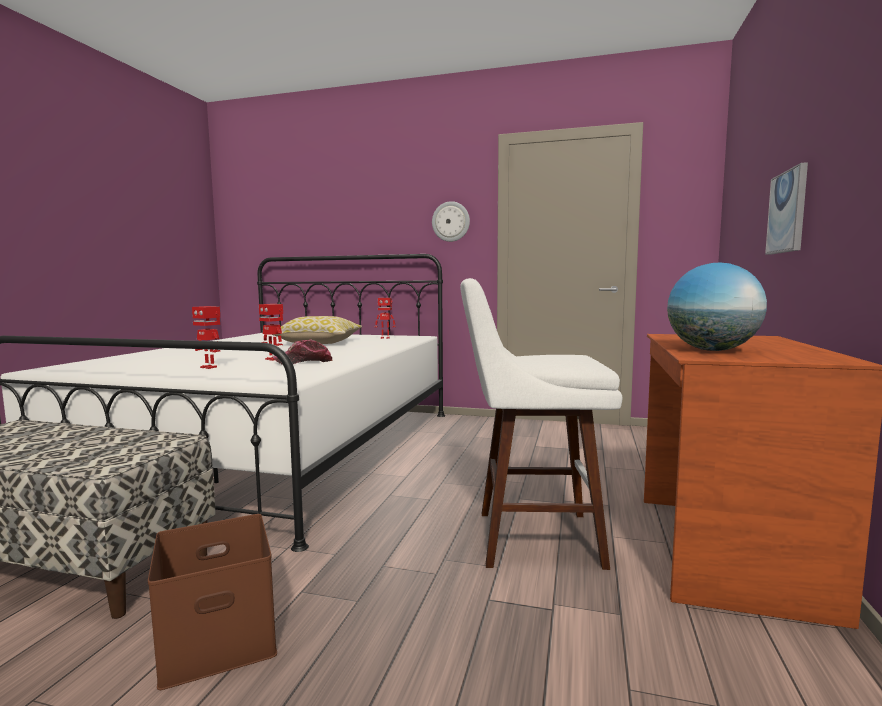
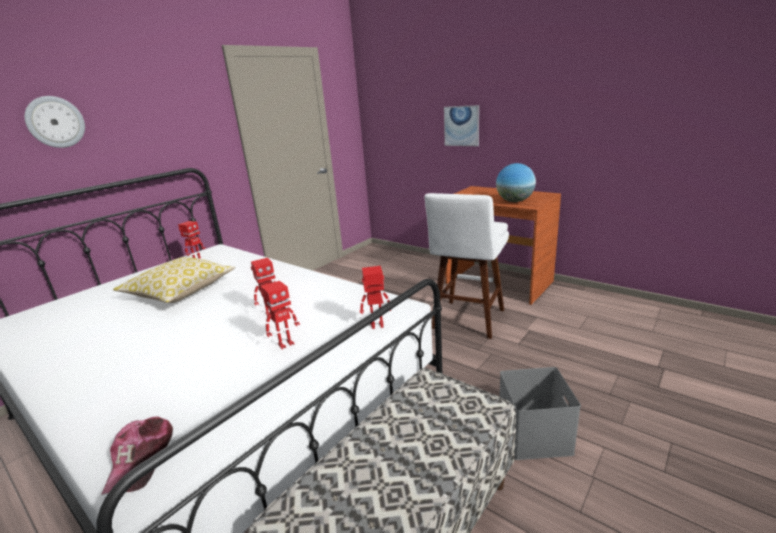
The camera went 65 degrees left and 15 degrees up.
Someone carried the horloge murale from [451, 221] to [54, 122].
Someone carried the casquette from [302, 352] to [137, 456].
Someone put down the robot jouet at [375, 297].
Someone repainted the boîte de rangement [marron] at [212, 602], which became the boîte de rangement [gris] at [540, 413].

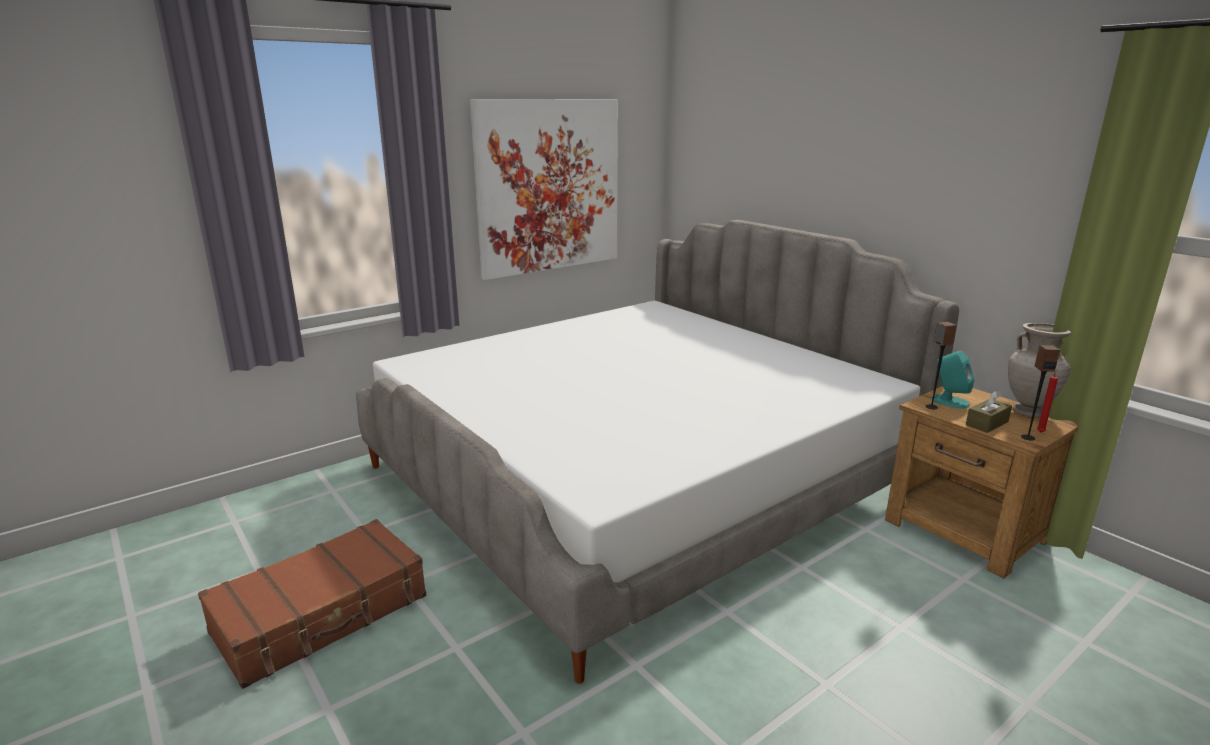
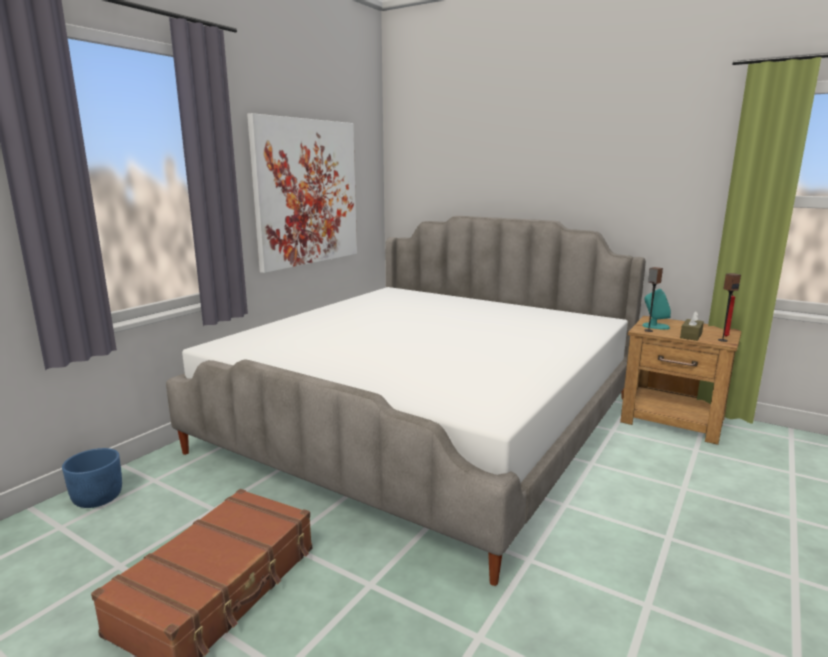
The camera went 20 degrees left and 5 degrees down.
Someone put down the cache-pot [bleu] at [92, 478].
Someone took away the vase [beige] at [1039, 370].

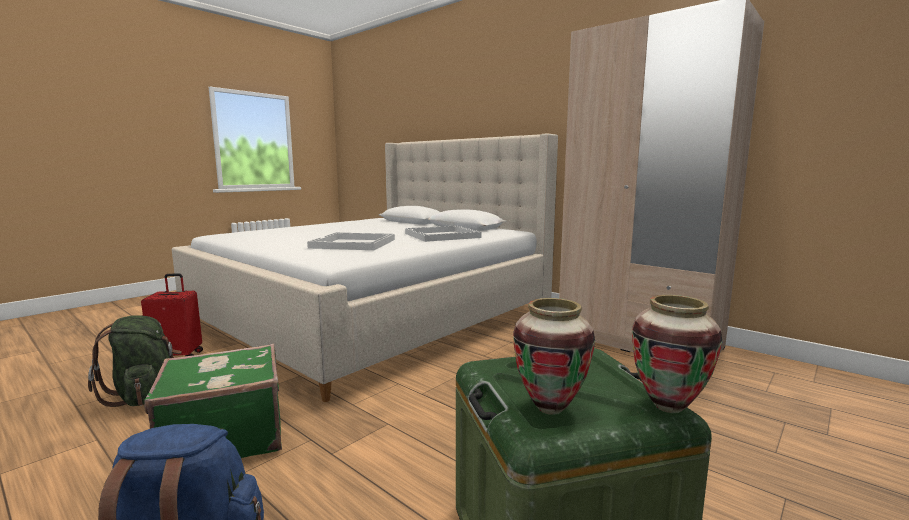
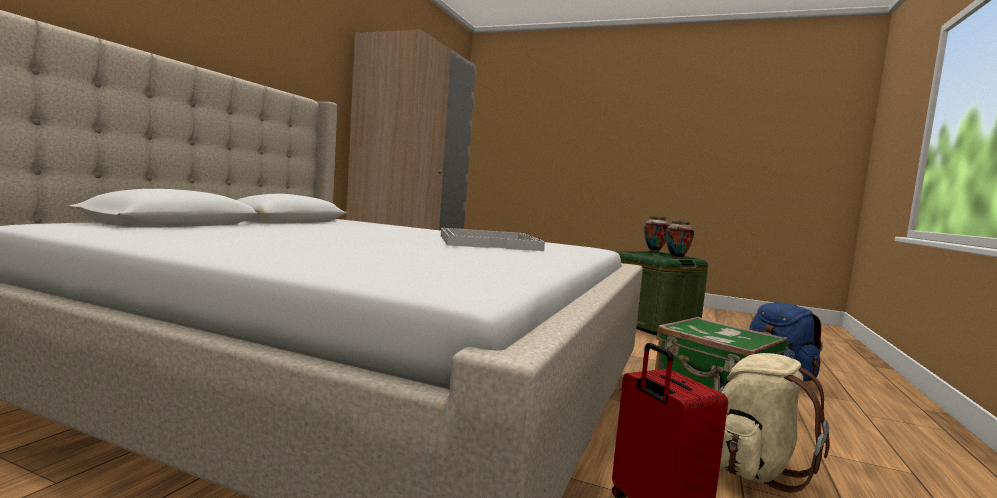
The camera went 110 degrees left and 5 degrees down.
Someone repainted the sac à dos [vert] at [135, 361], which became the sac à dos [beige] at [774, 423].
Someone took away the plateau [blanc] at [443, 233].

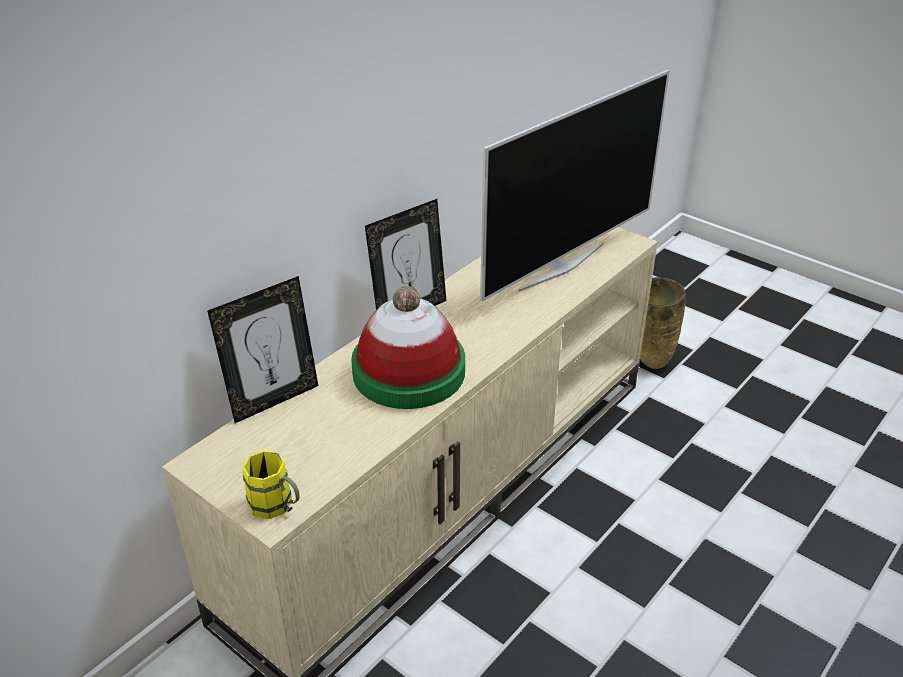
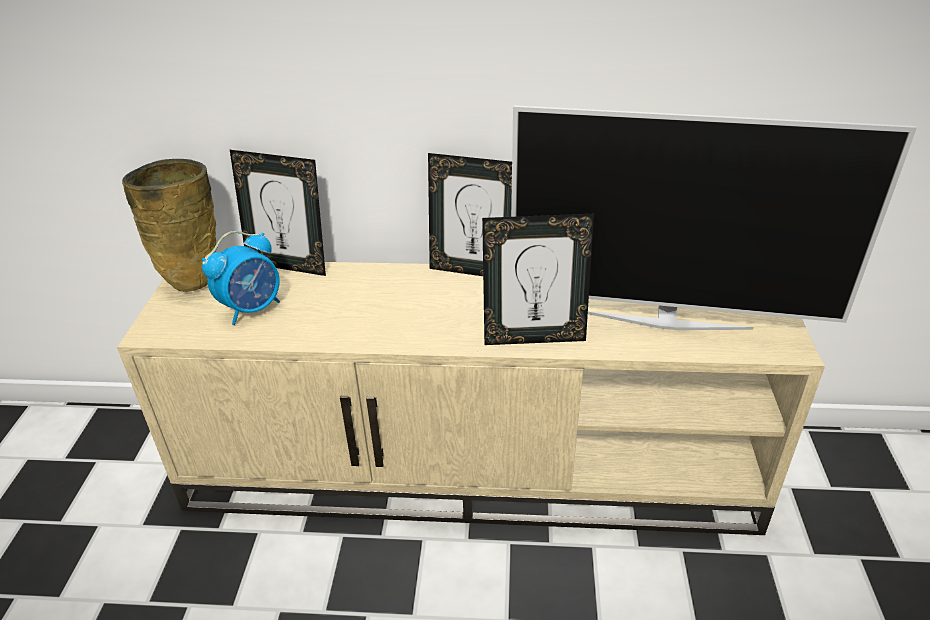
The camera went 55 degrees right and 0 degrees up.
Someone carried the vase [beige] from [663, 323] to [169, 225].
Someone put down the réveil at [241, 278].
Someone put down the cadre photo at [538, 279].
Someone took away the mug [jaune] at [271, 485].
Someone took away the chapeau at [408, 347].

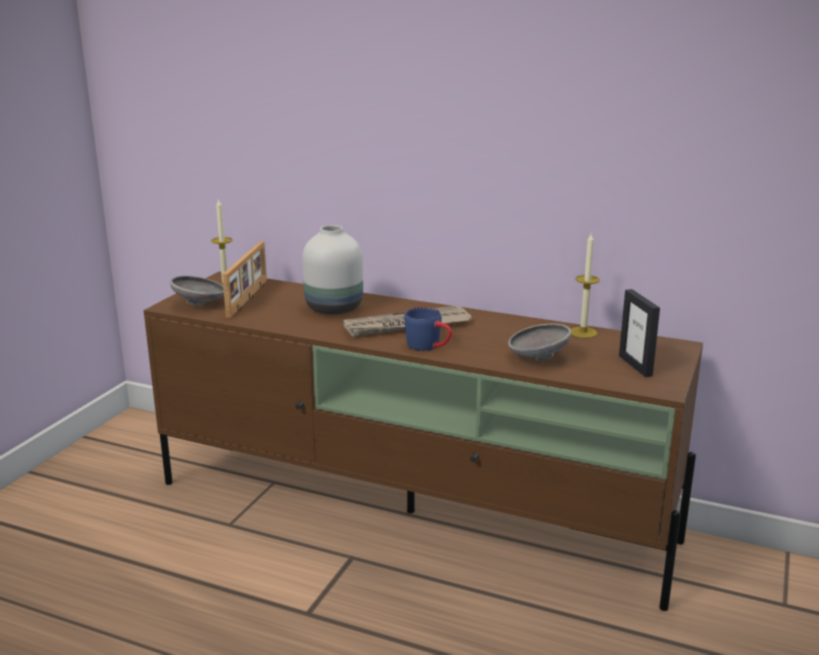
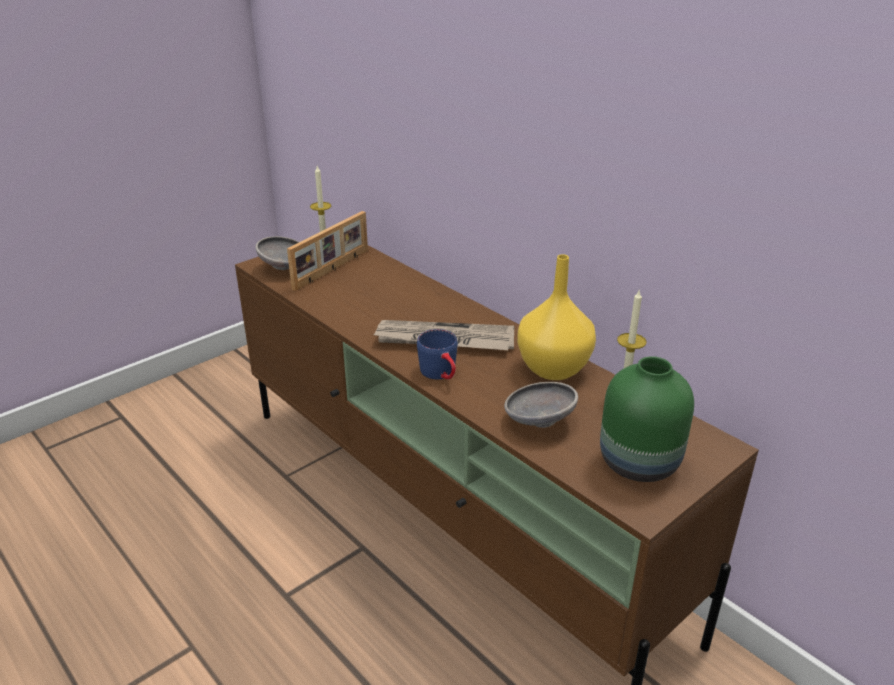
The camera went 25 degrees right and 10 degrees up.
Someone put down the vase [jaune] at [556, 317].
Someone swapped the cadre photo at [639, 333] for the vase [vert] at [647, 419].
Someone took away the vase [blanc] at [332, 269].

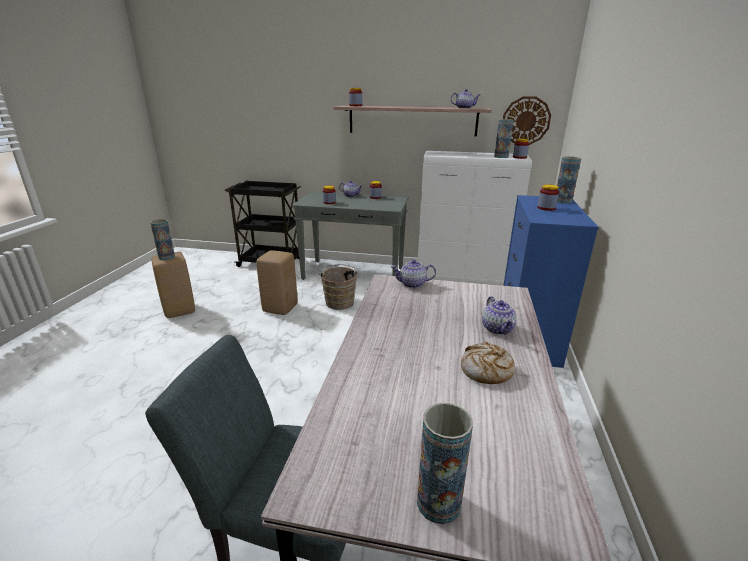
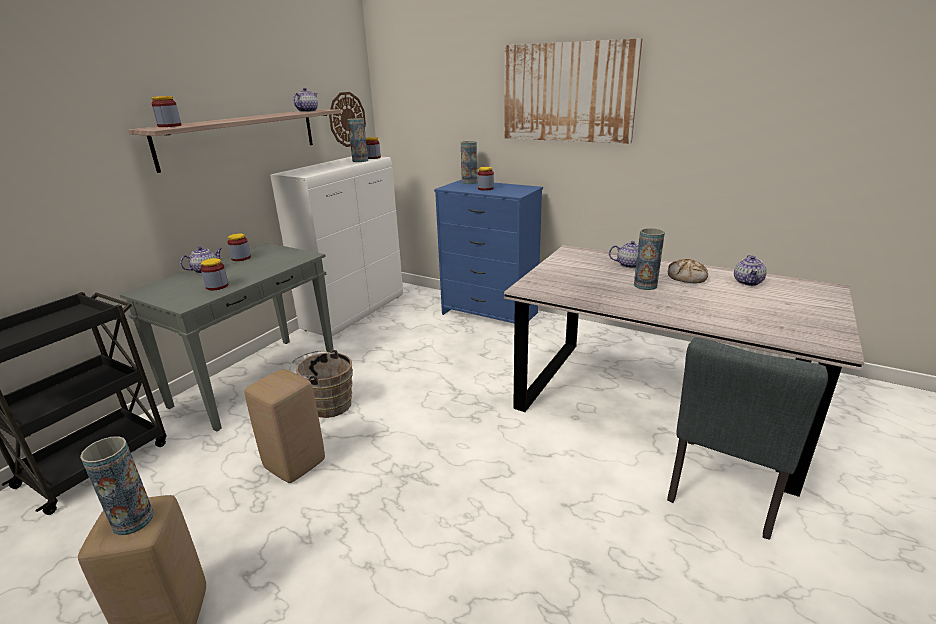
The camera went 70 degrees left and 0 degrees up.
Someone put up the tableau at [573, 91].
Someone carried the vase from [445, 463] to [649, 259].
Someone carried the théière from [413, 274] to [750, 270].

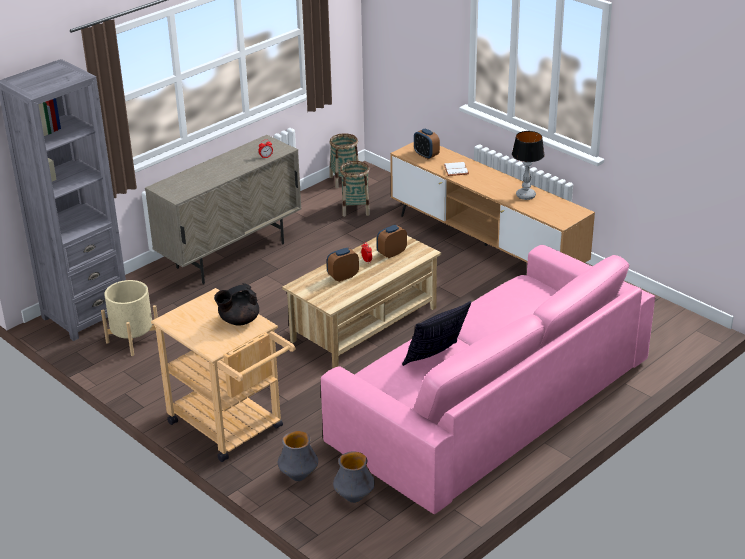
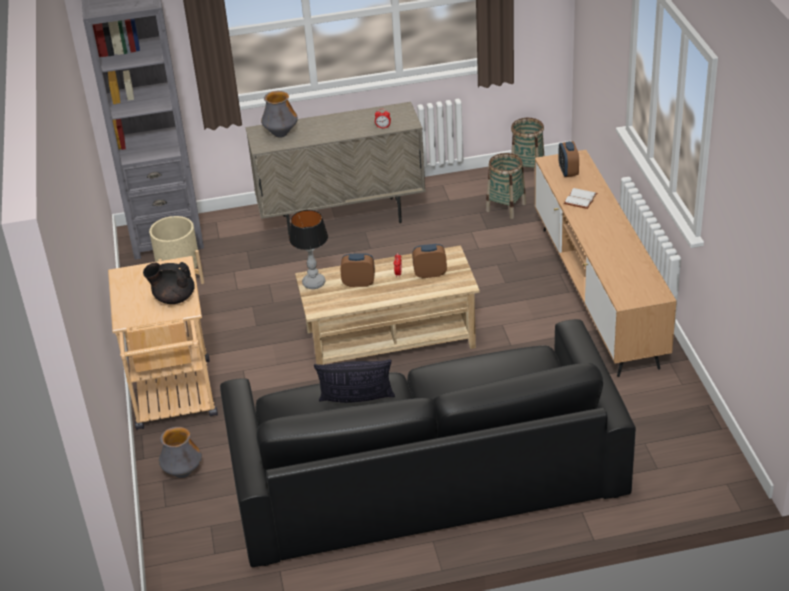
The camera went 35 degrees right and 5 degrees up.
Someone repainted the canapé [rose] at [488, 379], which became the canapé [noir] at [428, 443].
Someone carried the vase from [354, 477] to [279, 114].
Someone carried the lampe de table from [528, 165] to [308, 249].

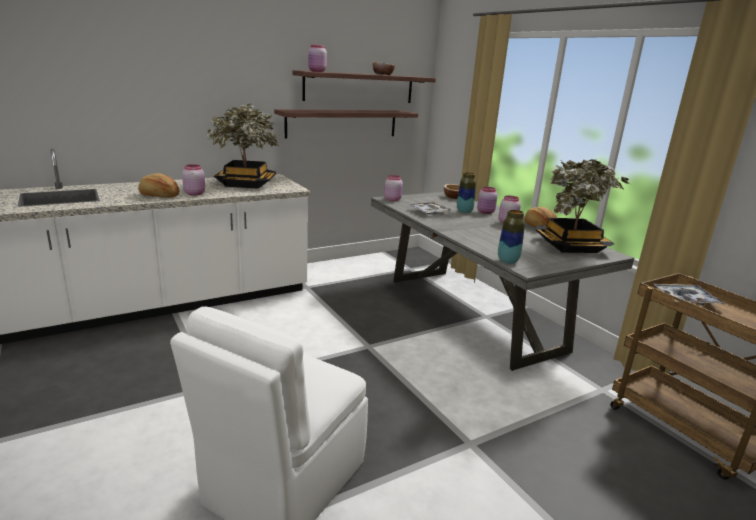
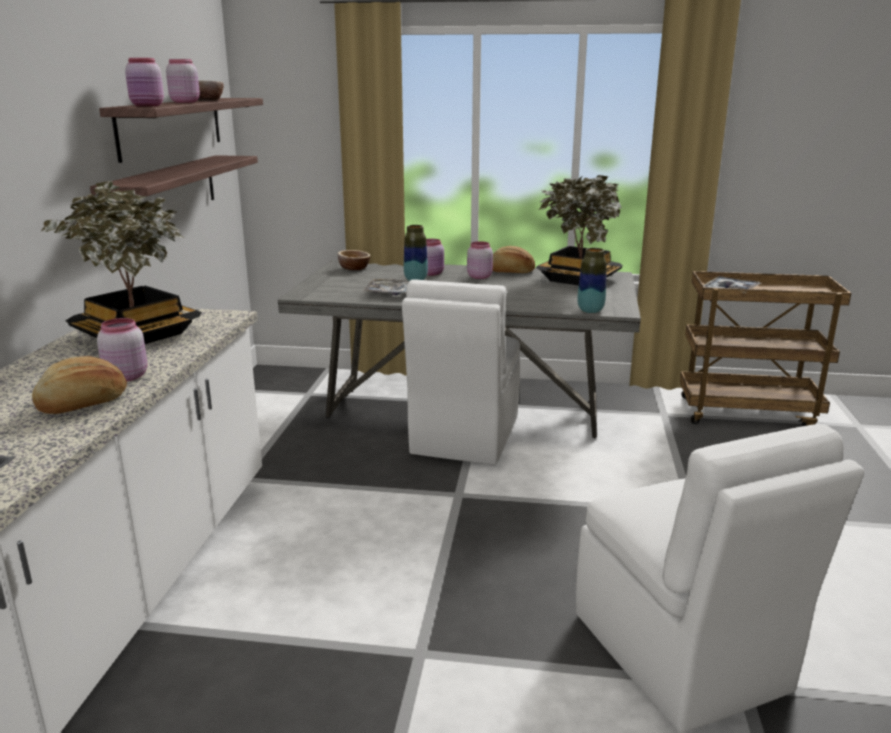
The camera went 50 degrees left and 0 degrees up.
Someone carried the bocal [rose] from [393, 188] to [183, 81].
Someone put down the chaise [blanc] at [461, 371].

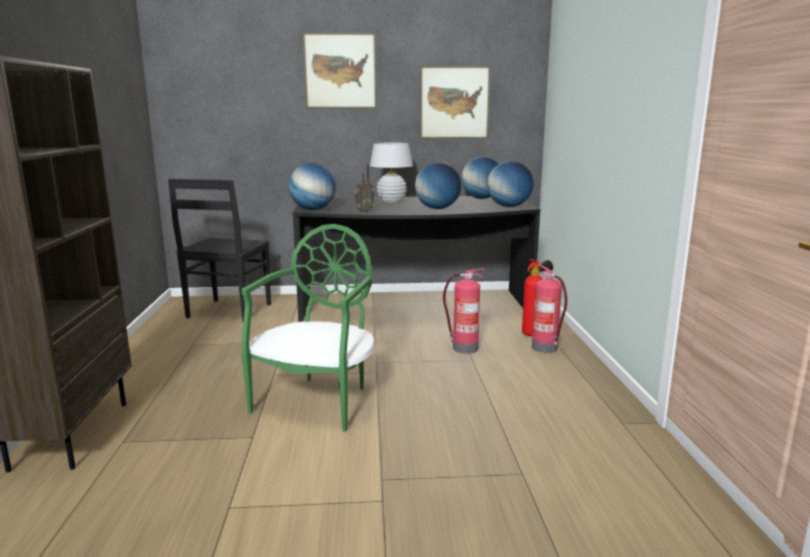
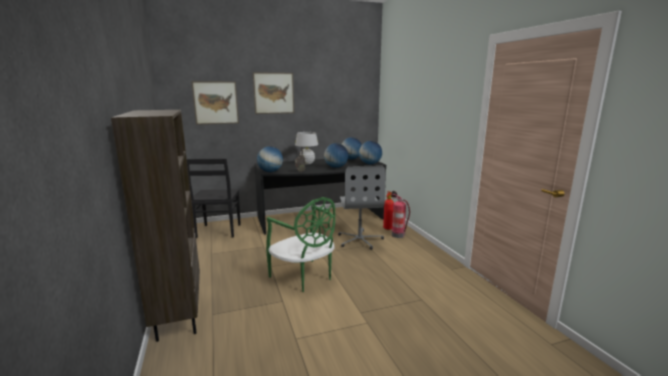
The camera went 15 degrees left and 0 degrees up.
Someone carried the tableau from [455, 102] to [215, 103].
Someone rotated the chaise [vert] at [308, 328] by 135 degrees clockwise.
Someone swapped the extincteur at [464, 311] for the chaise de bureau [gris] at [362, 207].

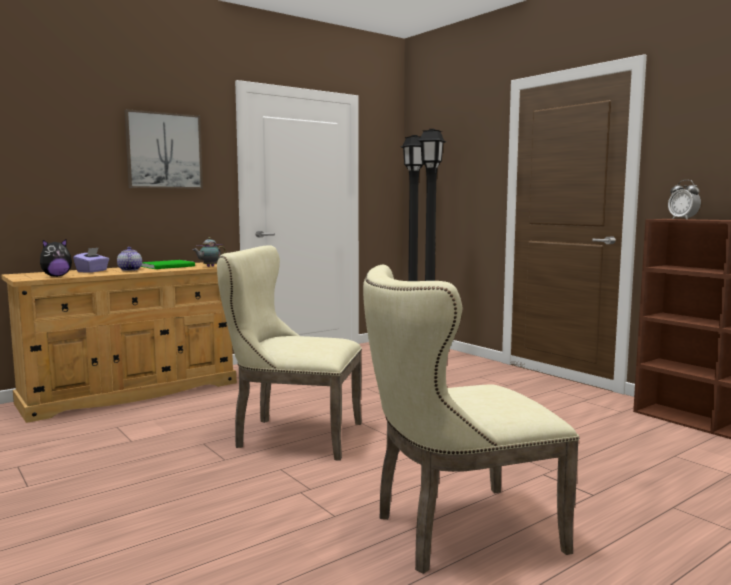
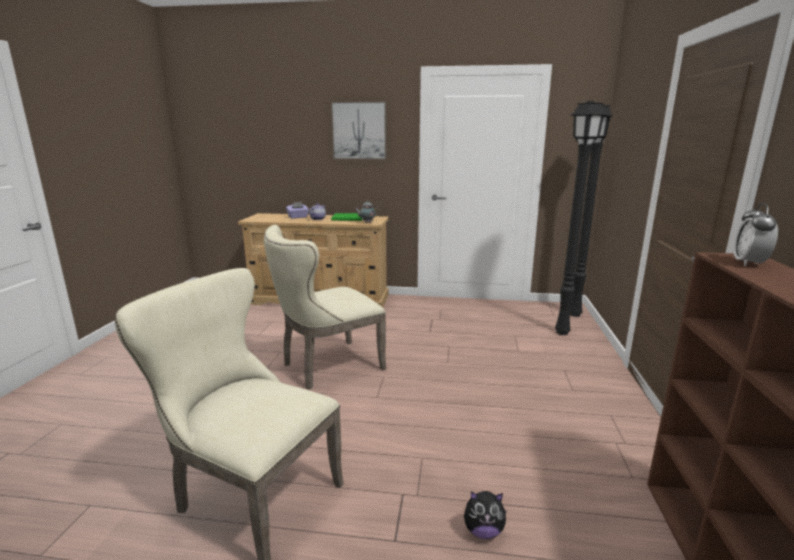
The camera went 45 degrees right and 10 degrees up.
Someone rotated the chaise [beige] at [289, 353] by 90 degrees counterclockwise.
Someone carried the peluche from [56, 258] to [485, 515].

